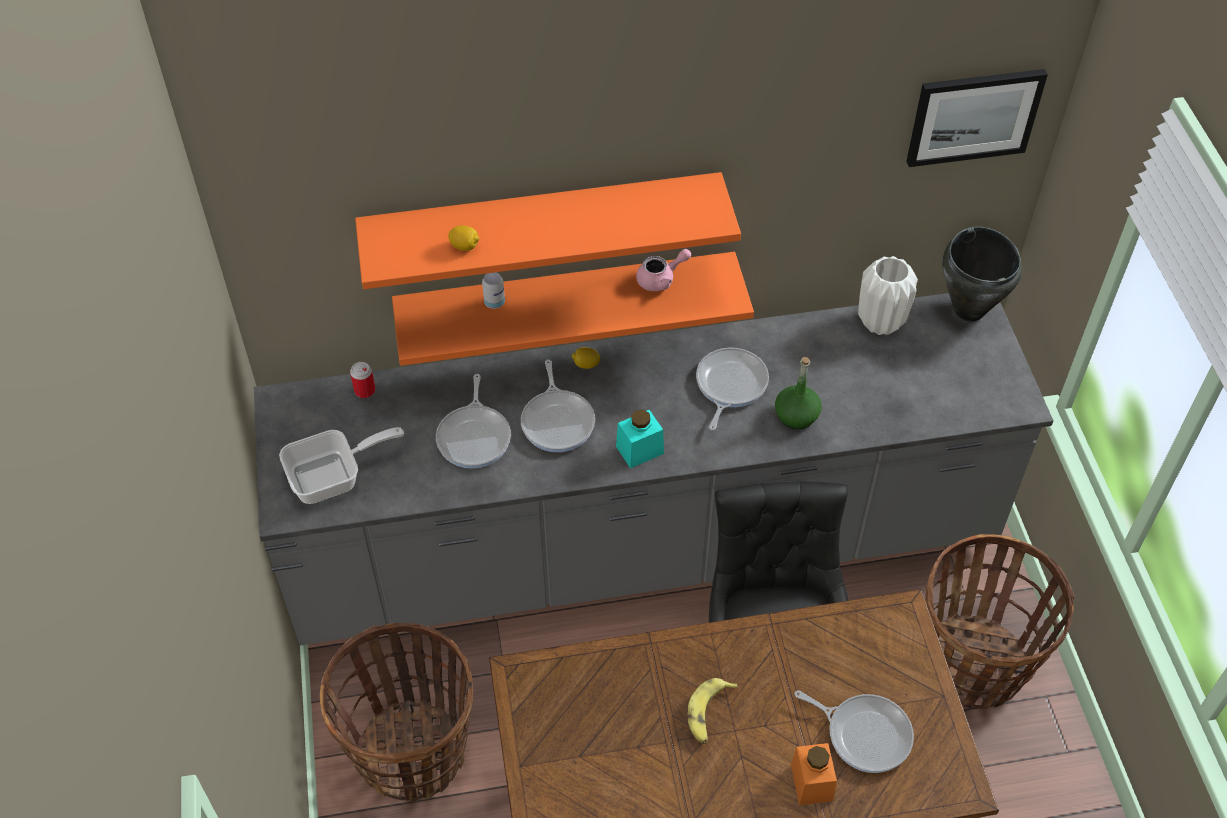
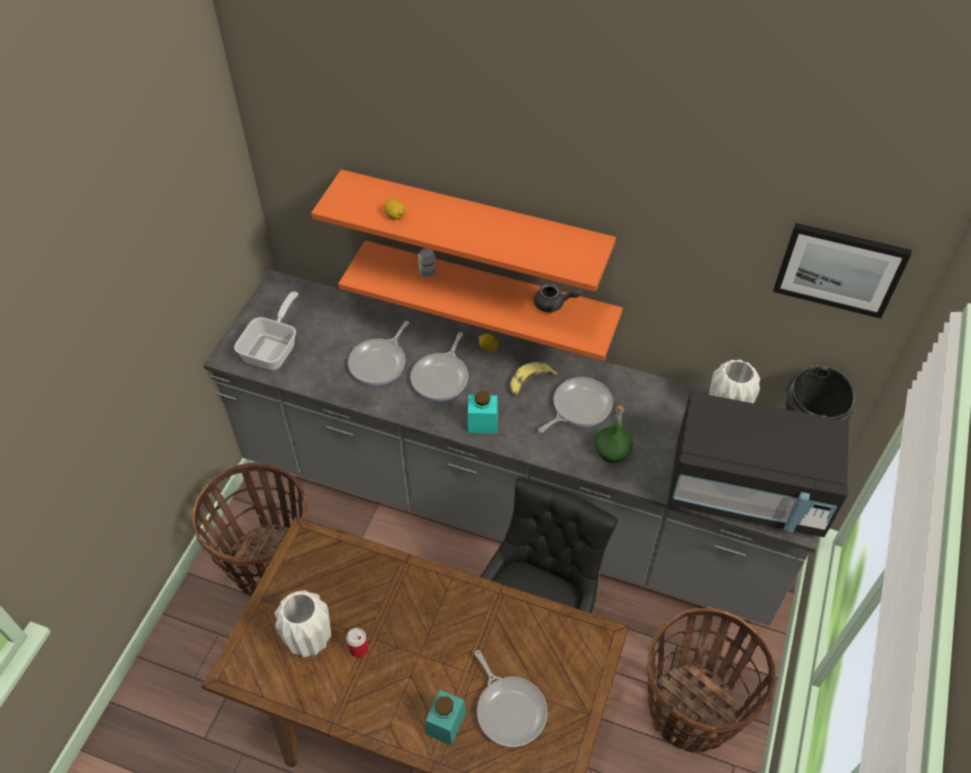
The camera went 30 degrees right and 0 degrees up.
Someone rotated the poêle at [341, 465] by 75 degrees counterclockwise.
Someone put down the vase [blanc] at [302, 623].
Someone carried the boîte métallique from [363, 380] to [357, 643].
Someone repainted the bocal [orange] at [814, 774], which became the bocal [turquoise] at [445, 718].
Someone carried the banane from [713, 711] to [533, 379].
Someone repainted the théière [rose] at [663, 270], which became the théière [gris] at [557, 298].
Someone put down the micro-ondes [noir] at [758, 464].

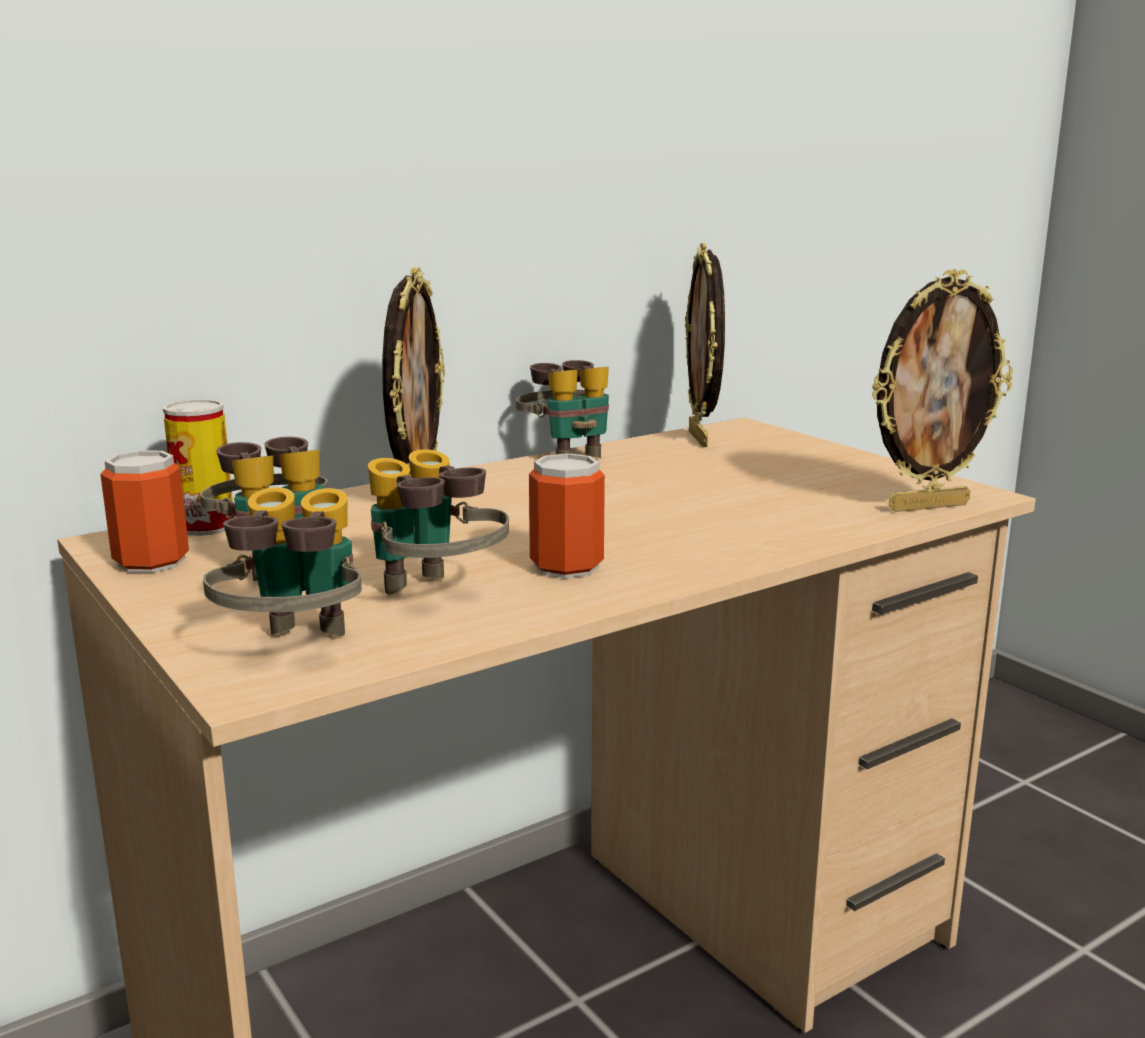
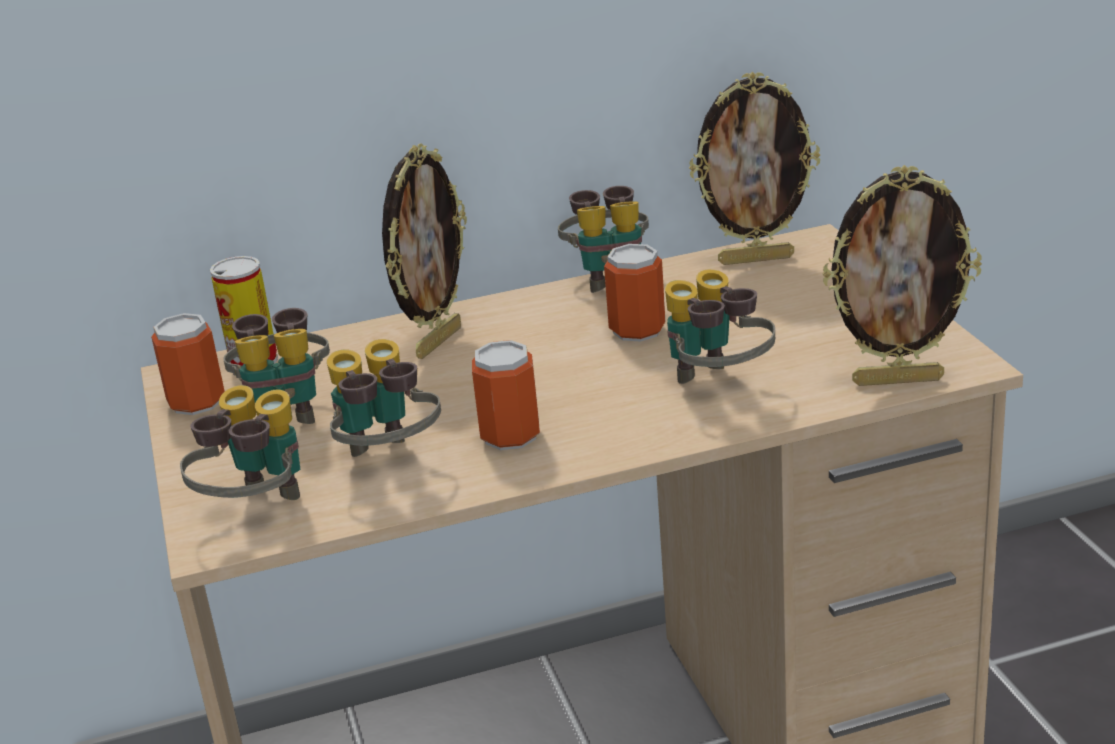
The camera went 20 degrees right and 10 degrees up.
Someone put down the boîte métallique at [634, 293].
Someone put down the jumelles at [720, 326].
Someone rotated the cadre photo at [705, 345] by 105 degrees counterclockwise.

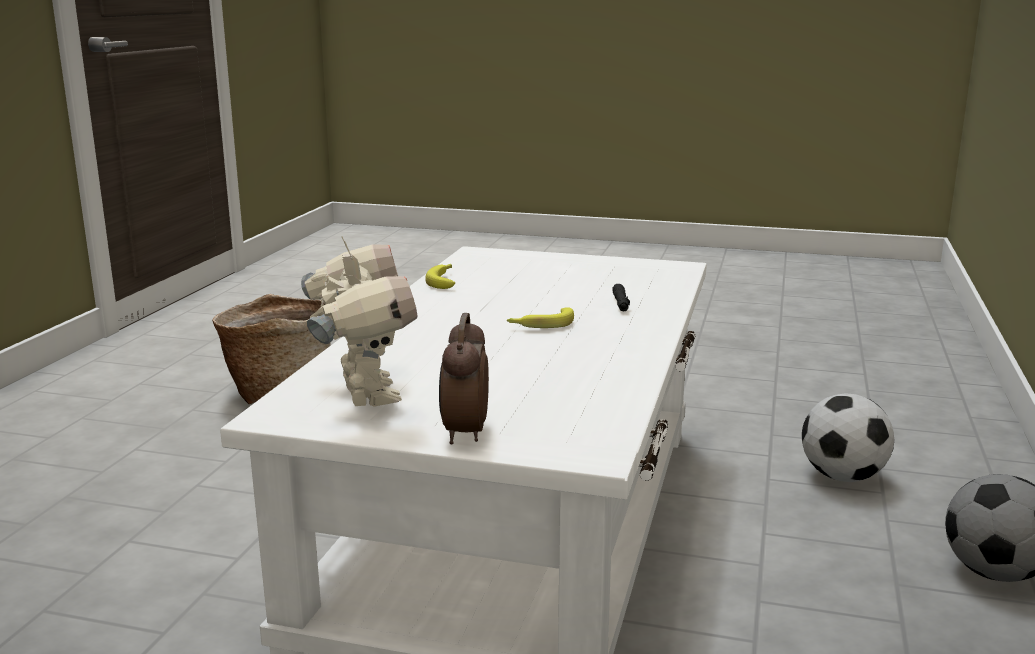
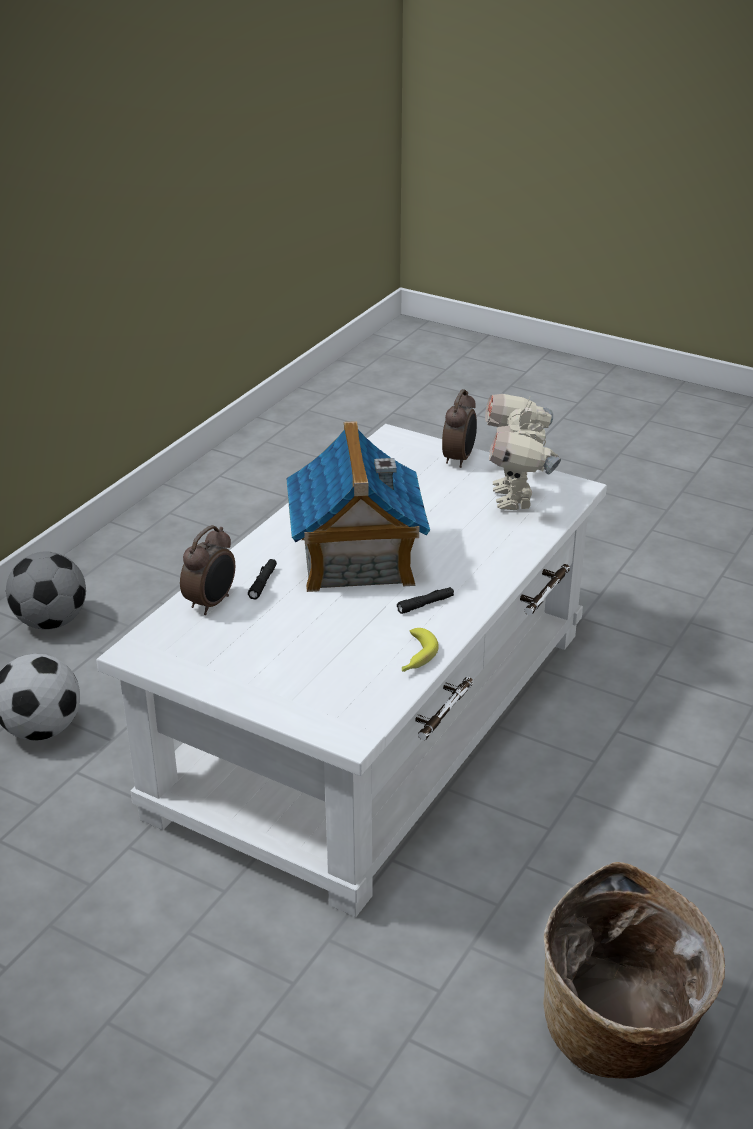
The camera went 165 degrees left and 15 degrees up.
Someone put down the réveil at [207, 570].
Someone swapped the banane at [540, 317] for the maison miniature at [358, 506].
Someone put down the lampe de poche [noir] at [425, 600].

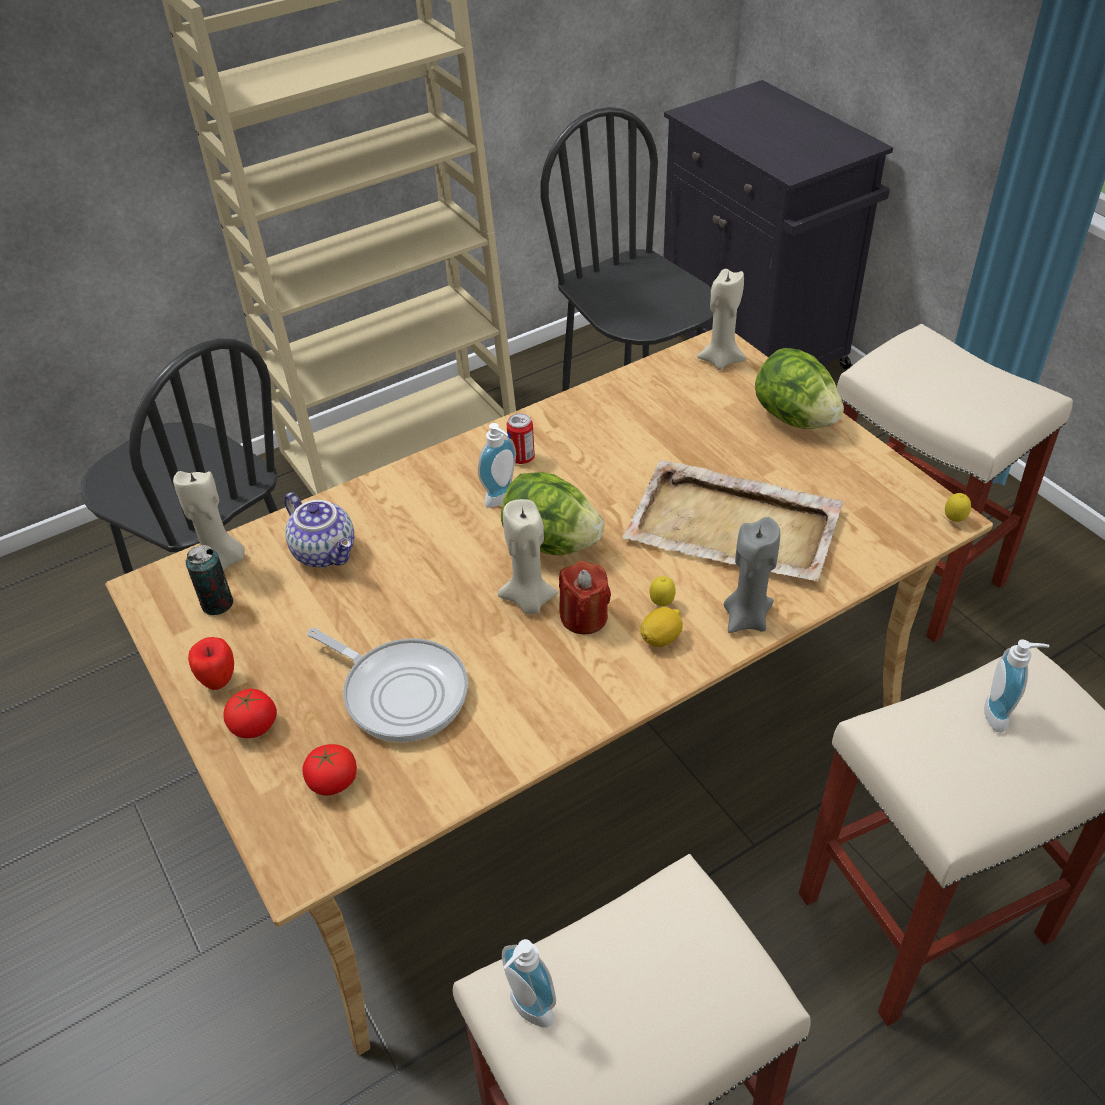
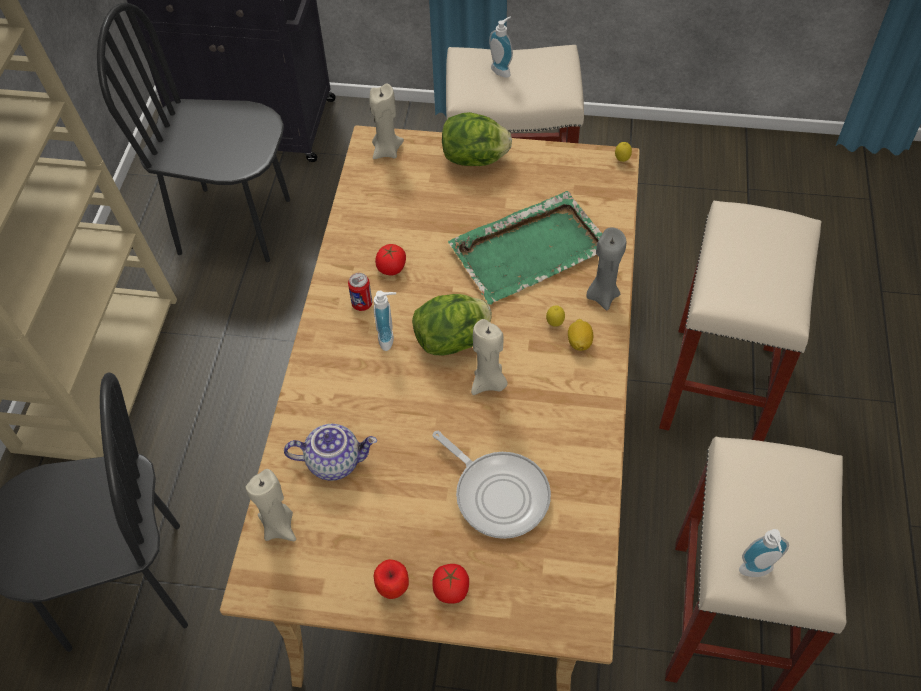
The camera went 50 degrees left and 10 degrees up.
Someone carried the tomate from [329, 770] to [390, 259].
Someone rotated the poêle at [387, 685] by 60 degrees clockwise.
Someone repainted the plateau [beige] at [733, 520], which became the plateau [vert] at [525, 248].
Someone carried the distributeur de savon from [1017, 686] to [501, 47].
Someone took away the boîte métallique at [209, 580].
Someone took away the bougie [rouge] at [585, 597].

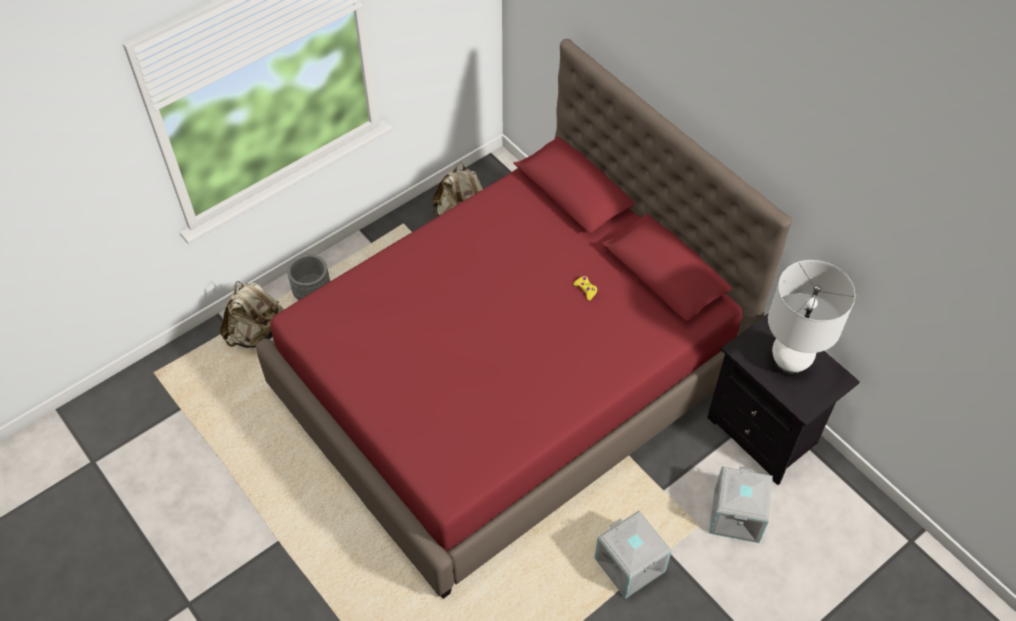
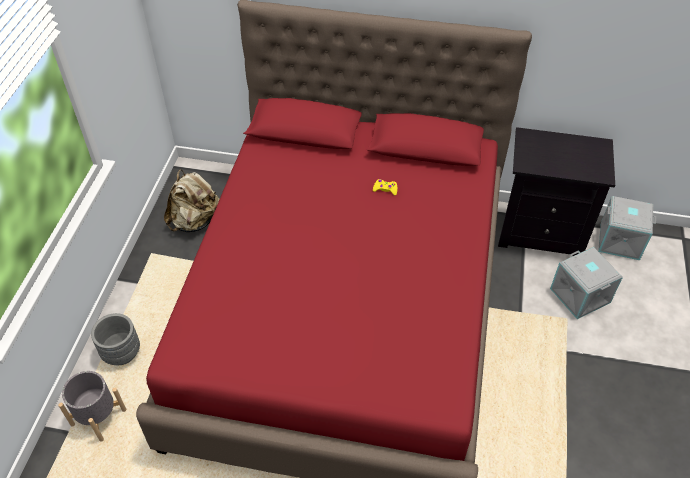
The camera went 40 degrees left and 5 degrees down.
Someone swapped the sac à dos [beige] at [252, 314] for the cache-pot [gris] at [92, 406].
Someone carried the boîte de rangement [gris] from [633, 555] to [627, 228].
Someone took away the lampe de table [blanc] at [811, 318].

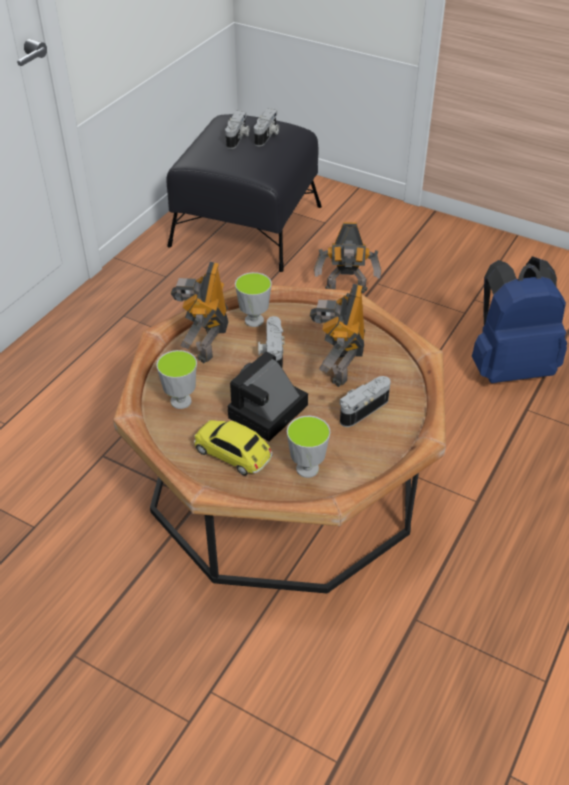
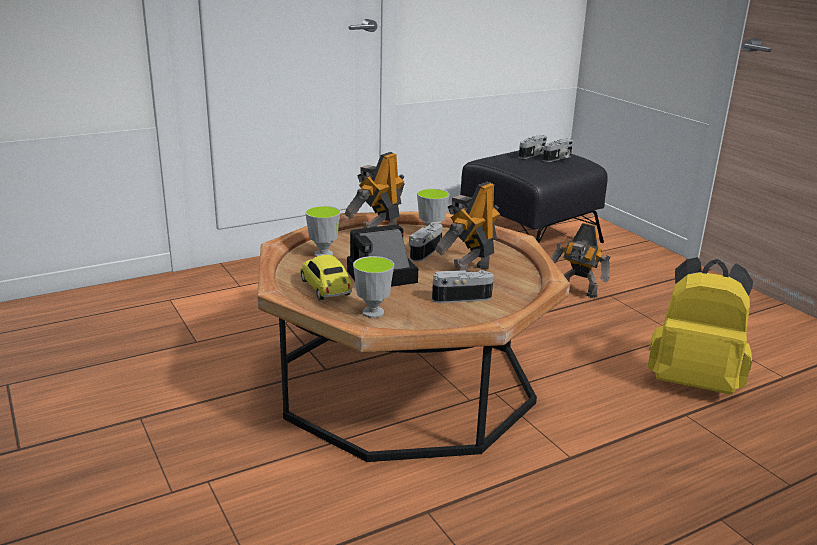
The camera went 30 degrees right and 20 degrees down.
Someone repainted the sac à dos [bleu] at [519, 319], which became the sac à dos [jaune] at [700, 325].

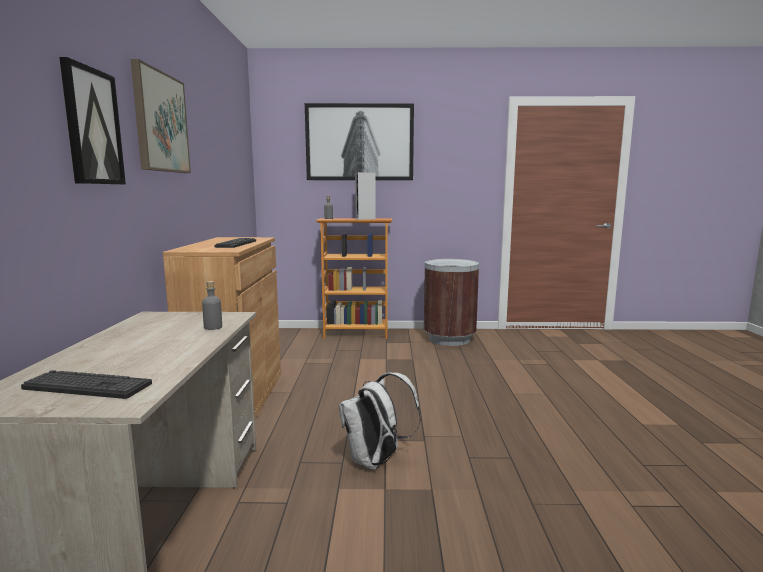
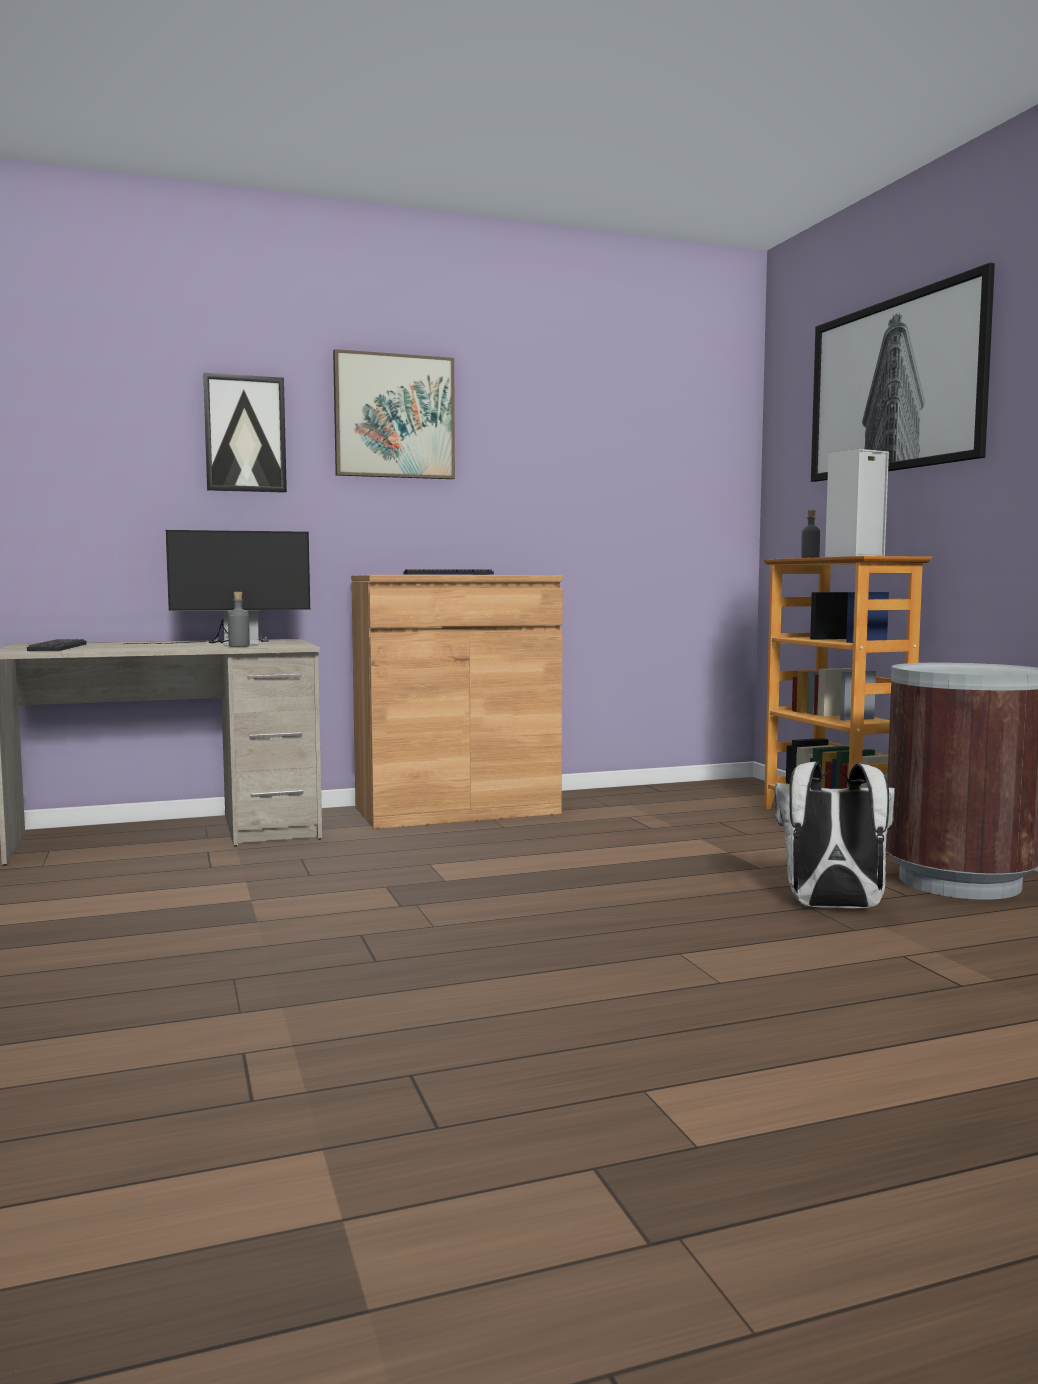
The camera went 70 degrees right and 5 degrees down.
Someone put down the écran d'ordinateur at [217, 587].
Someone carried the sac à dos [blanc] from [380, 421] to [834, 835].

